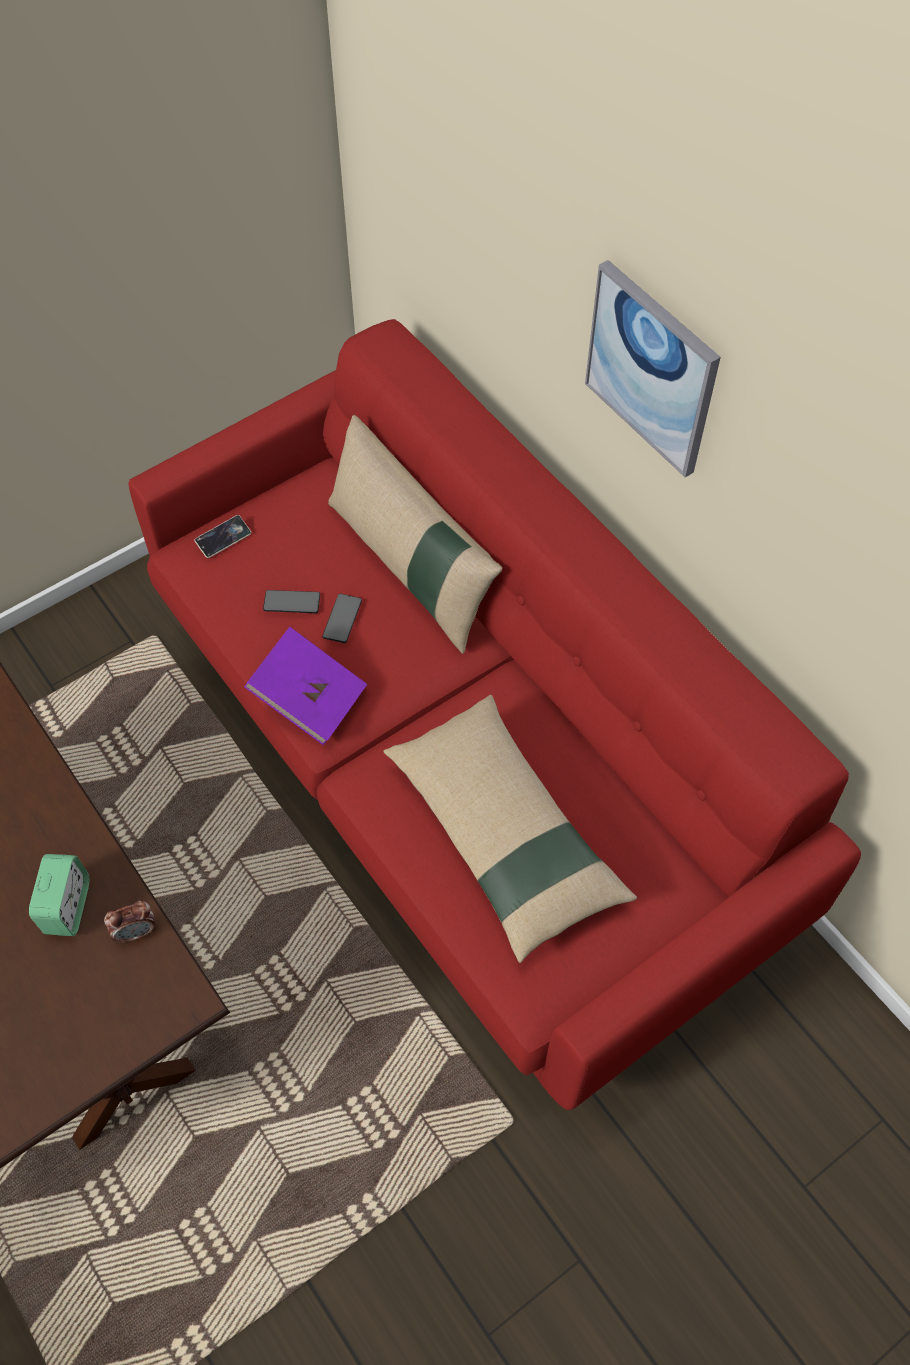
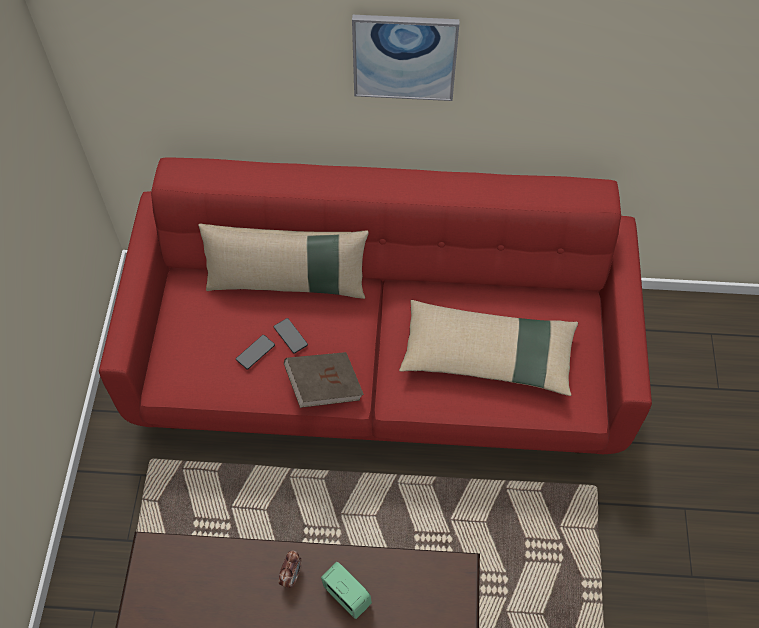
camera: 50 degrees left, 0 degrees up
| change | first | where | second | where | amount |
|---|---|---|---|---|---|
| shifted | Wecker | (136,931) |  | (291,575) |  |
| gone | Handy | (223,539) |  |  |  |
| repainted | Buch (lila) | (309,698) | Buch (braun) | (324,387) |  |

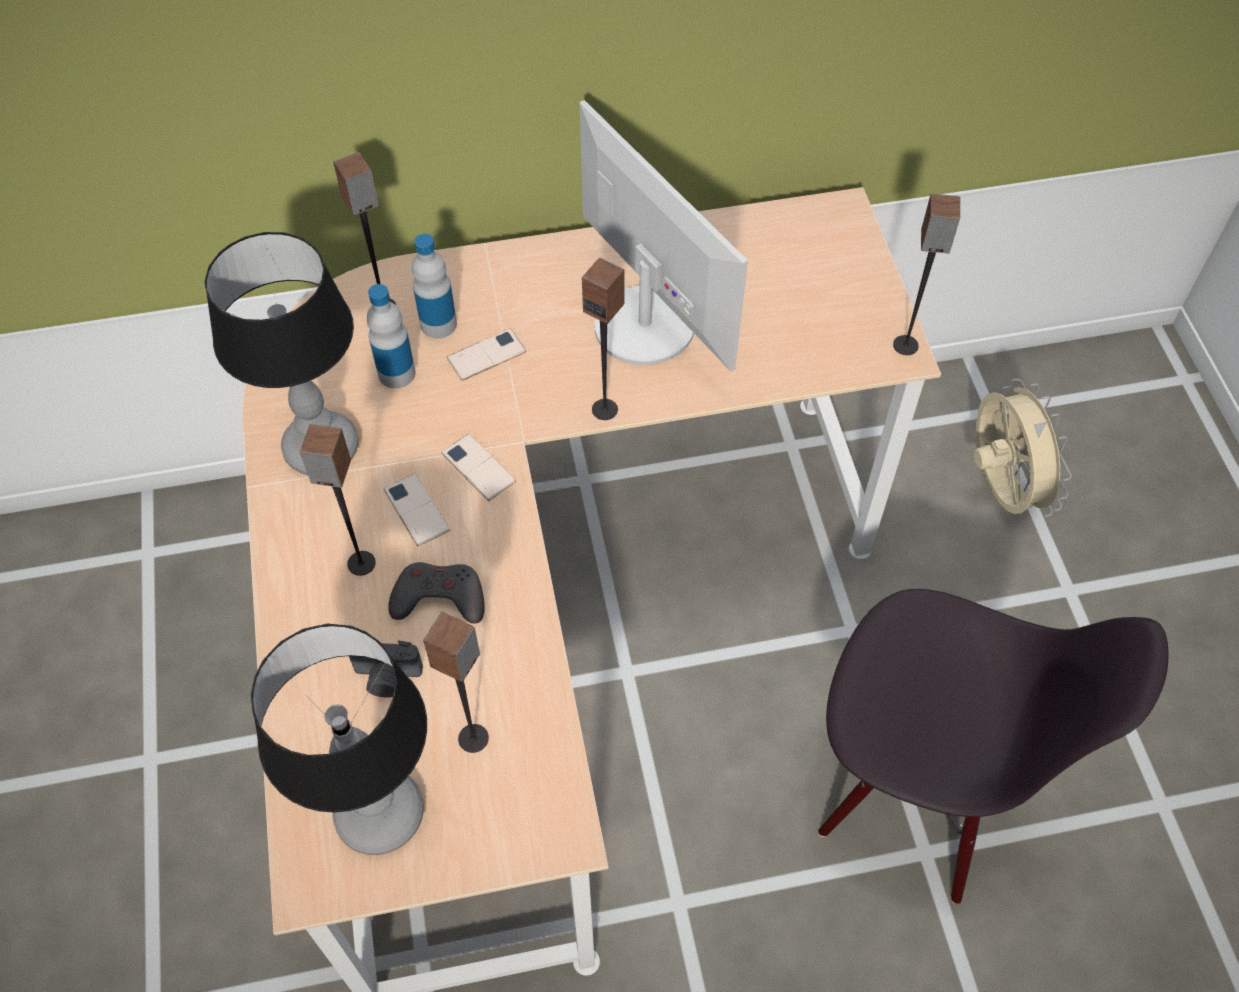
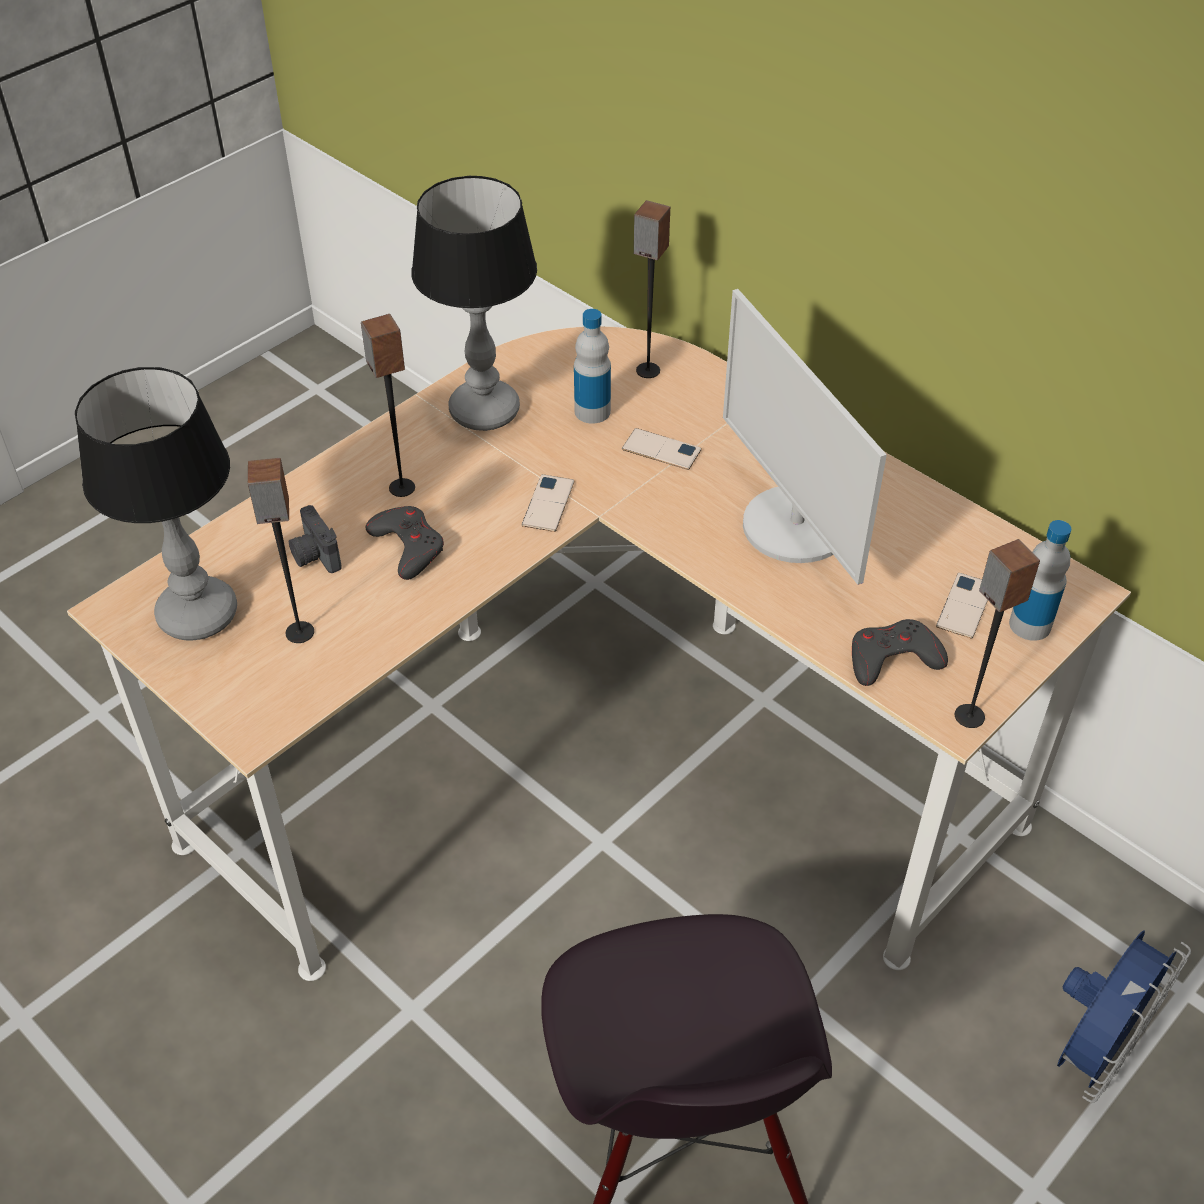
camera: 55 degrees right, 10 degrees down
| change | first | where | second | where | amount |
|---|---|---|---|---|---|
| shifted | Handy | (416,510) |  | (964,606) |  |
| shifted | Flasche | (438,324) |  | (1030,625) |  |
| rotated | Monitor | (646,325) |  | (795,526) | 135 degrees clockwise |
| gone | Lautsprecher | (605,409) |  |  |  |
| repainted | Ventilator (beige) | (998,488) | Ventilator (blau) | (1094,1049) |  |
| new |  |  | Gamepad (grau) | (892,658) |  |

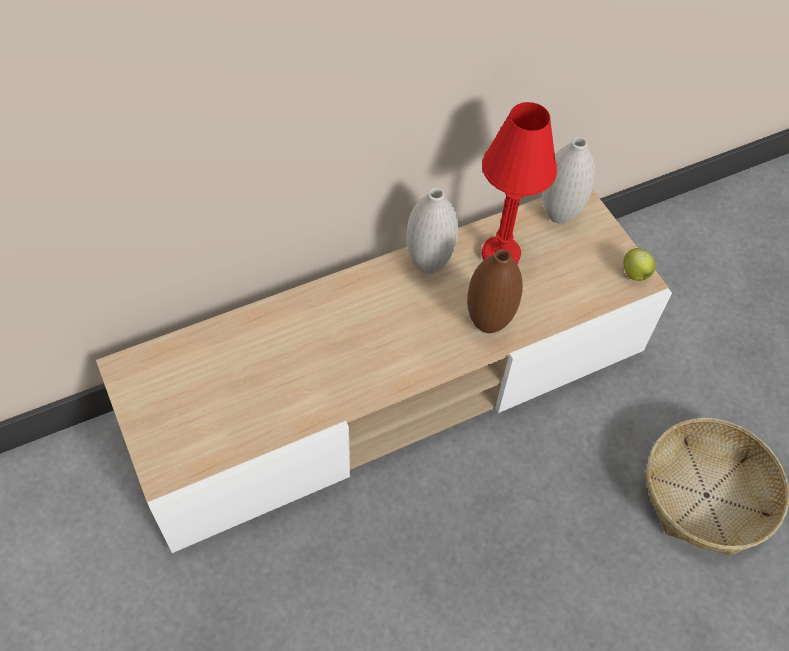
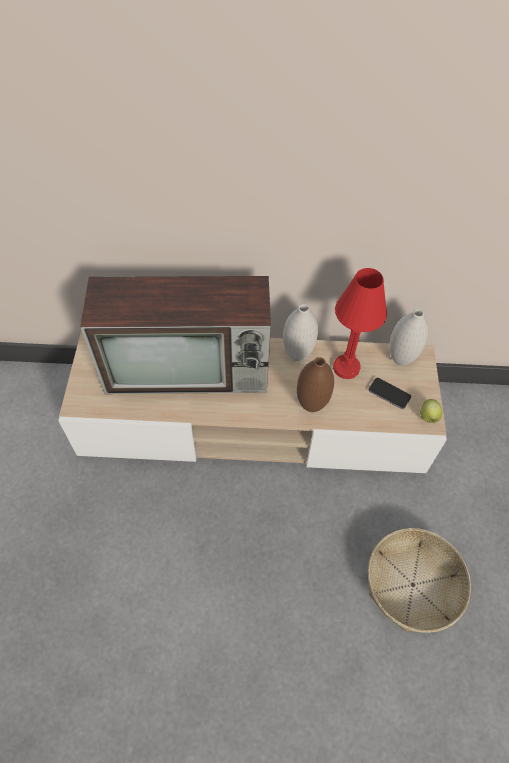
camera: 30 degrees right, 0 degrees up
| change | first | where | second | where | amount |
|---|---|---|---|---|---|
| new |  |  | Fernseher | (190,368) |  |
| new |  |  | Handy | (389,394) |  |

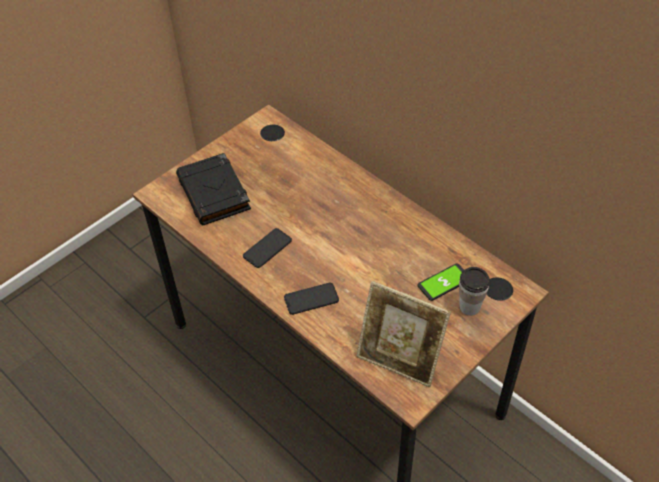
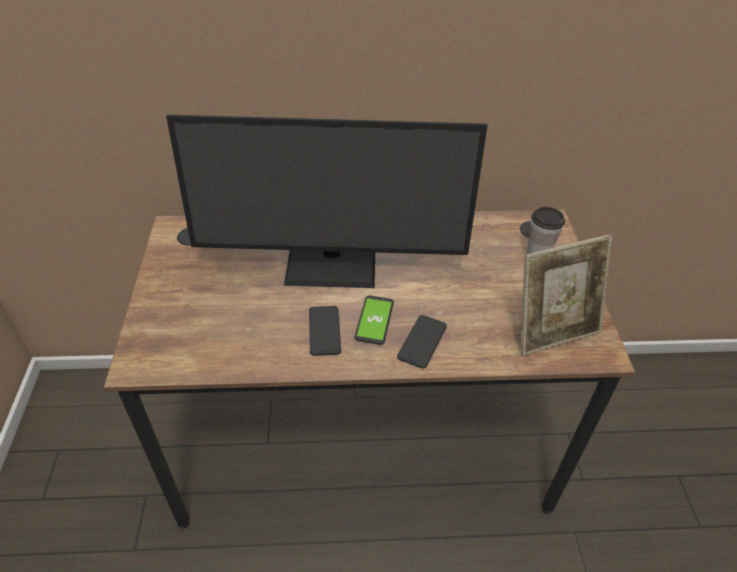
camera: 50 degrees left, 5 degrees down
| change | first | where | second | where | amount |
|---|---|---|---|---|---|
| gone | Buch (schwarz) | (214,194) |  |  |  |
| shifted | Handy | (444,282) |  | (374,320) |  |
| new |  |  | Monitor | (331,258) |  |

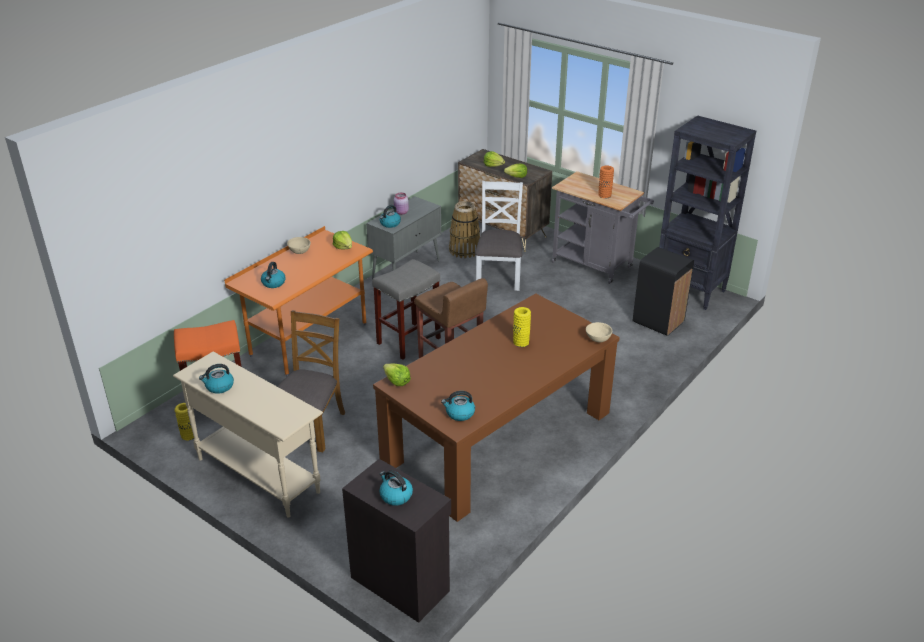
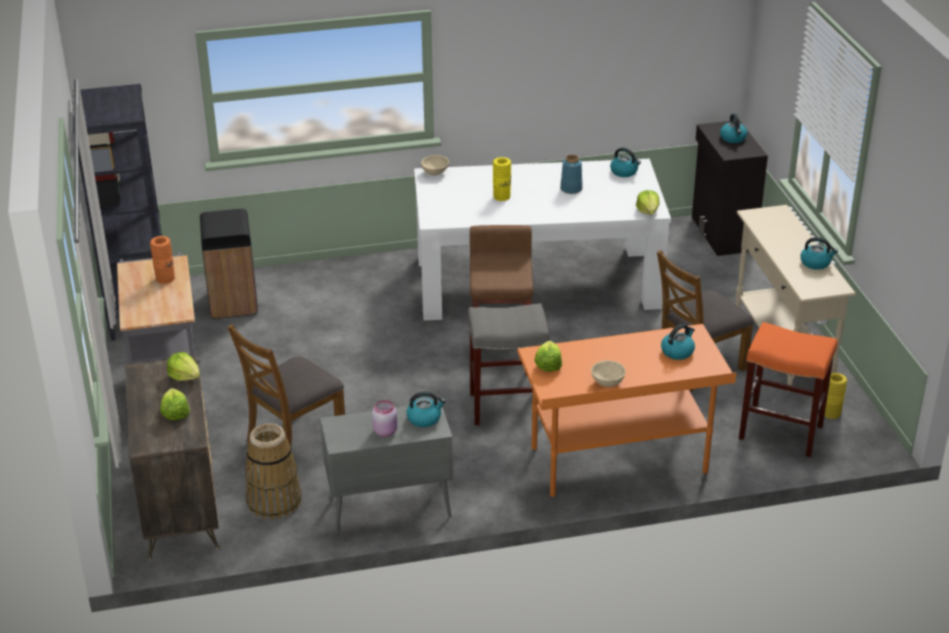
camera: 140 degrees left, 0 degrees up
| change | first | where | second | where | amount |
|---|---|---|---|---|---|
| repainted | Esstisch (braun) | (498,437) | Esstisch (weiß) | (537,282) |  |
| repainted | Stuhl (weiß) | (499,276) | Stuhl (braun) | (294,438) |  |
| new |  |  | Vase (blau) | (571,189) |  |

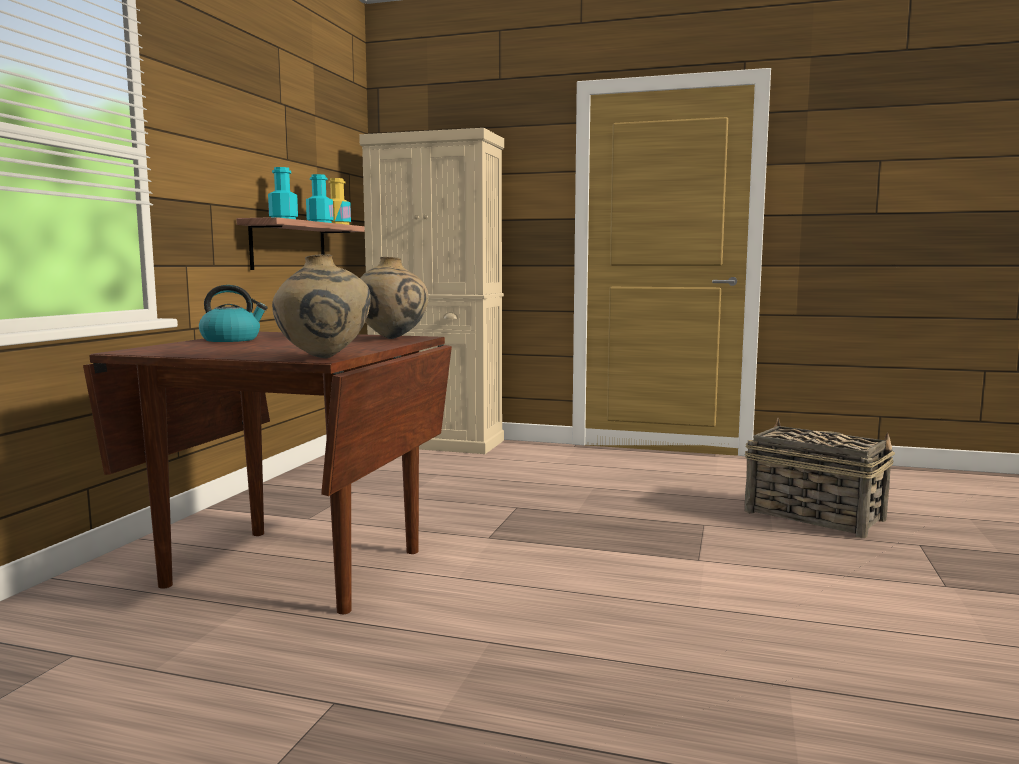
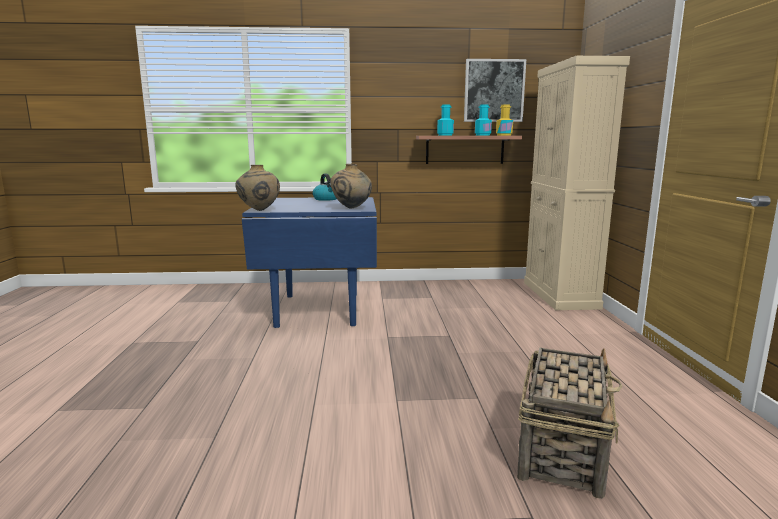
camera: 70 degrees right, 5 degrees up
| change | first | where | second | where | amount |
|---|---|---|---|---|---|
| repainted | Esstisch (braun) | (297,567) | Esstisch (blau) | (319,309) |  |
| new |  |  | Bild | (494,91) |  |

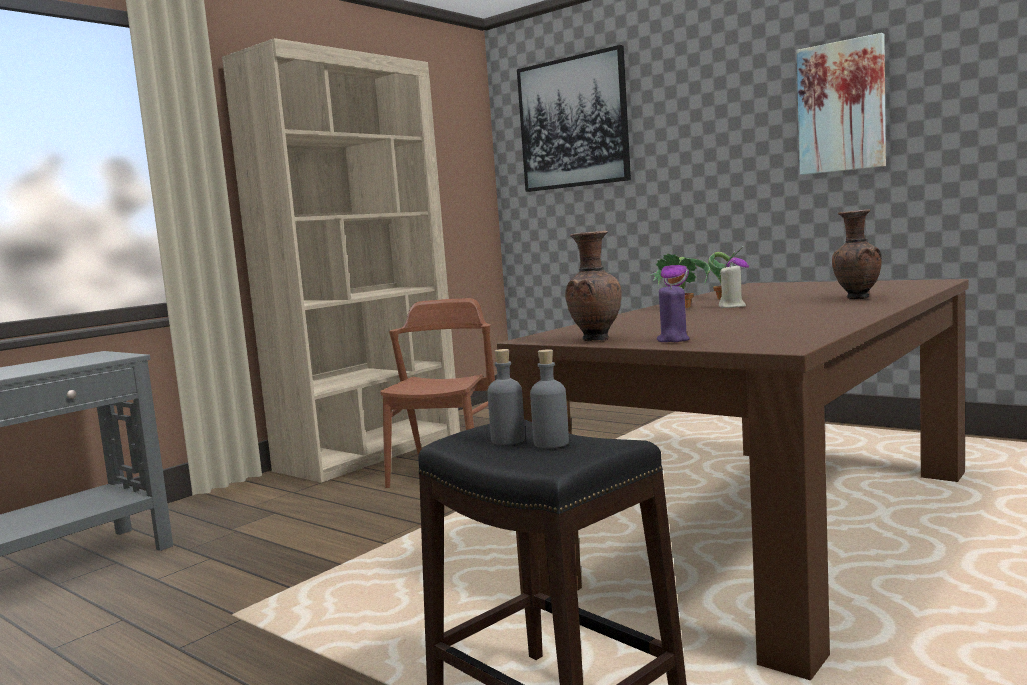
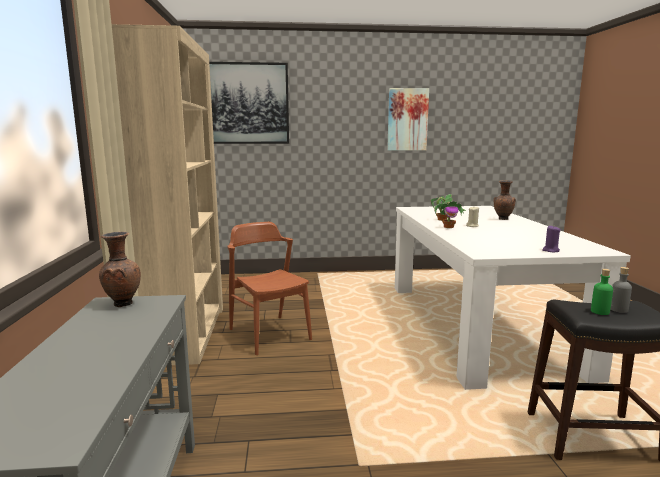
camera: 45 degrees left, 5 degrees up
| change | first | where | second | where | amount |
|---|---|---|---|---|---|
| repainted | Flasche (grau) | (508,440) | Flasche (grün) | (600,312) |  |
| repainted | Esstisch (braun) | (773,527) | Esstisch (weiß) | (476,325) |  |
| shifted | Vase (braun) | (595,339) |  | (122,304) |  |

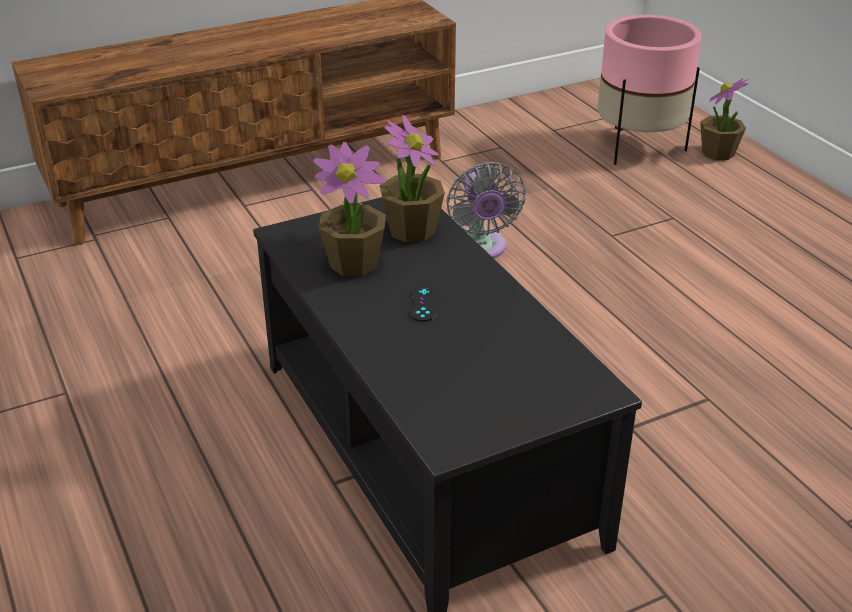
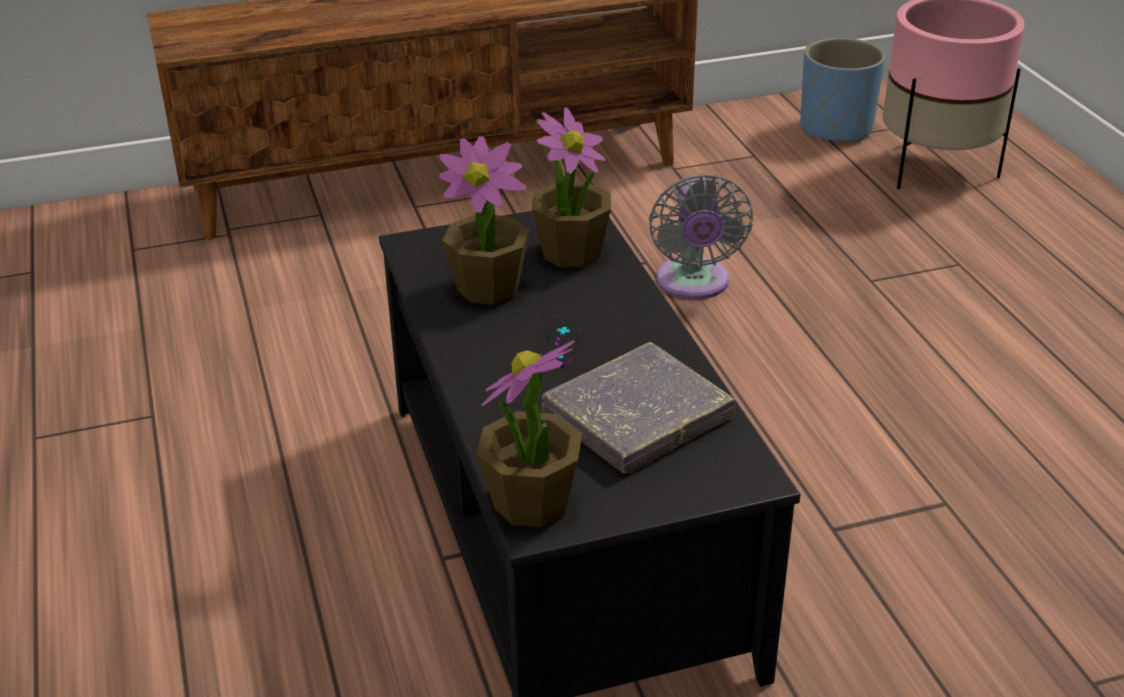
camera: 10 degrees right, 0 degrees up
| change | first | where | second | where | amount |
|---|---|---|---|---|---|
| shifted | Topfpflanze | (718,153) |  | (531,502) |  |
| new |  |  | Buch (grau) | (637,416) |  |
| new |  |  | Pflanzkübel (blau) | (836,129) |  |

